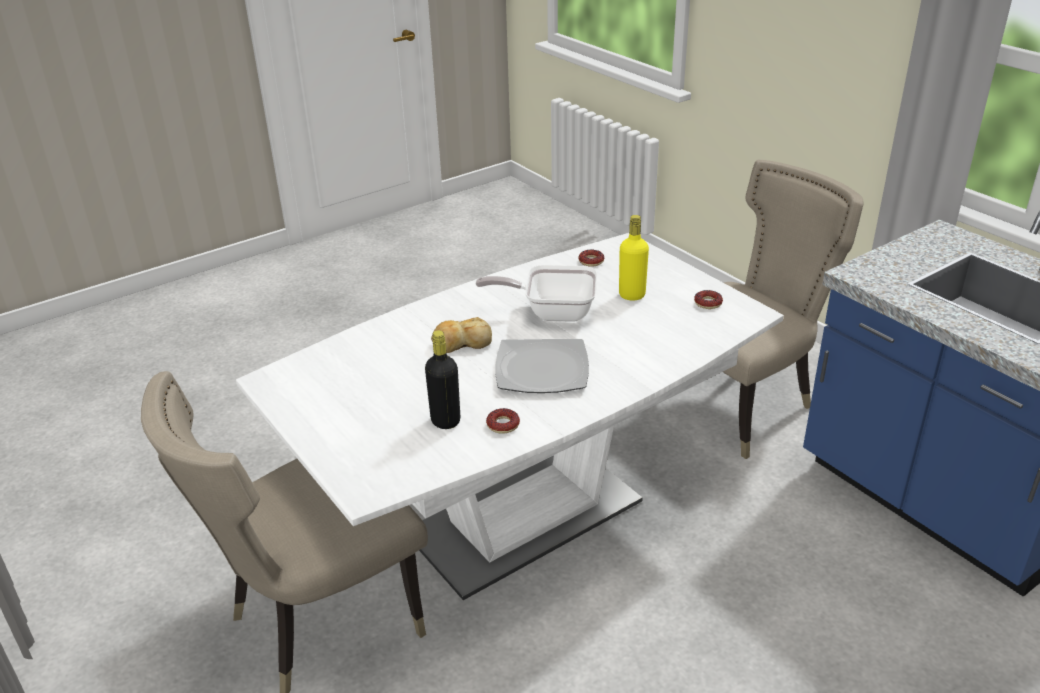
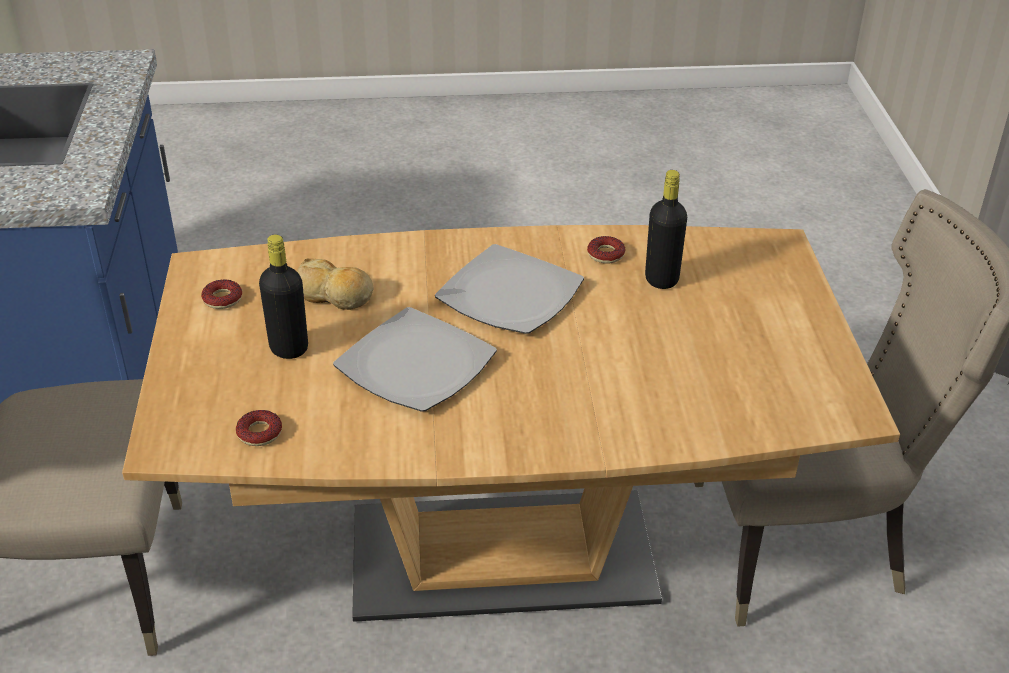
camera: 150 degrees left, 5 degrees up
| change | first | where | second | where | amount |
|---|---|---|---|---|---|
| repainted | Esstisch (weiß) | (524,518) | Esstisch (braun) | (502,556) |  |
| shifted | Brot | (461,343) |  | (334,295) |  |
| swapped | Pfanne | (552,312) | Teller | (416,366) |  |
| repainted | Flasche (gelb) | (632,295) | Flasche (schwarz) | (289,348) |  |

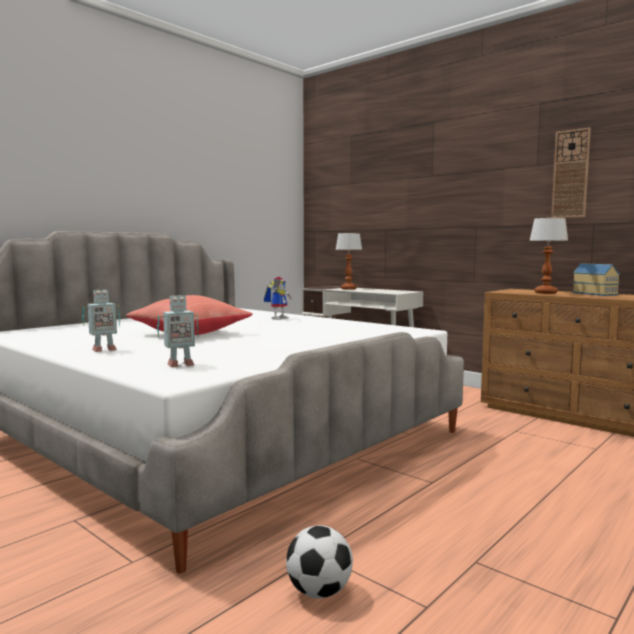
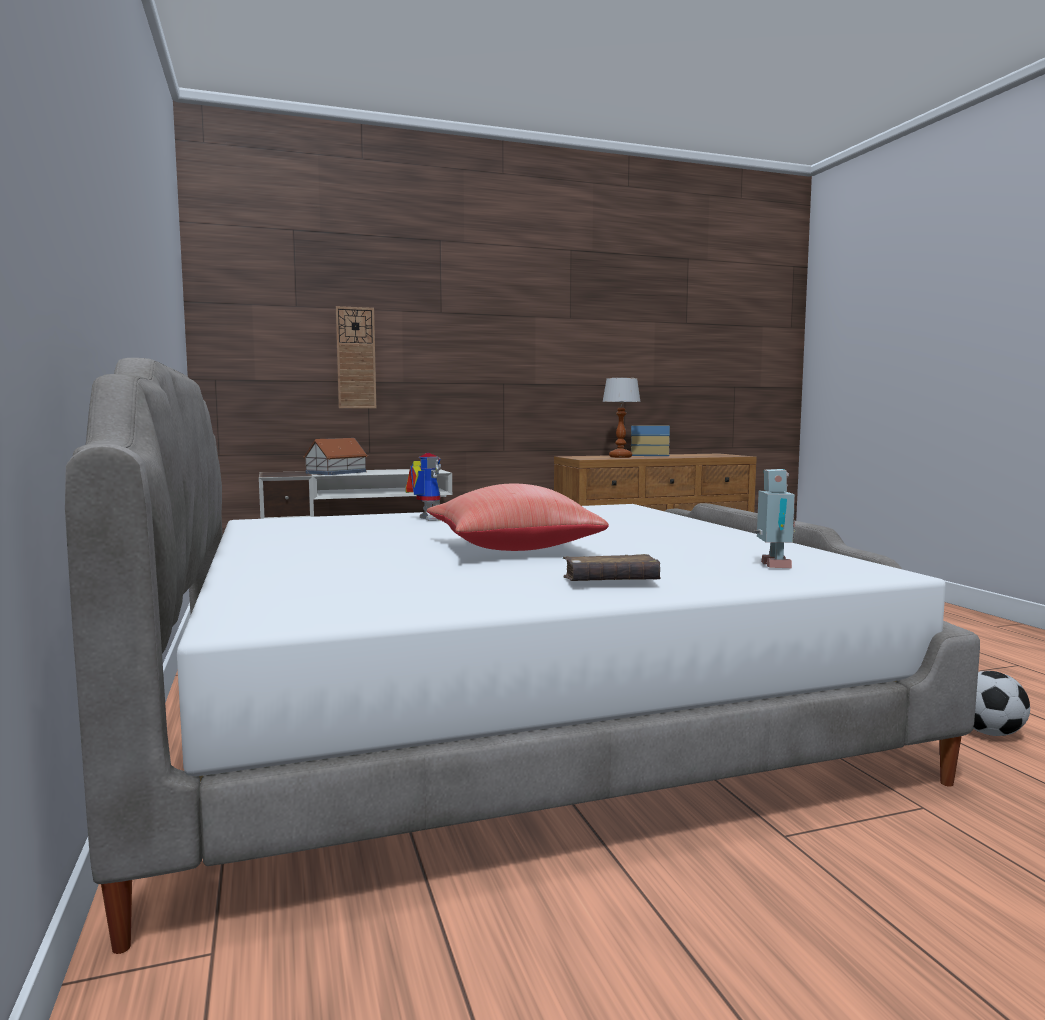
camera: 60 degrees left, 0 degrees up
| change | first | where | second | where | amount |
|---|---|---|---|---|---|
| swapped | Spielzeugroboter | (103,350) | Buch (braun) | (610,582) |  |
| swapped | Tischlampe | (348,289) | Spielzeughaus | (335,472) |  |
| shifted | Wanduhr | (570,174) |  | (356,358) |  |

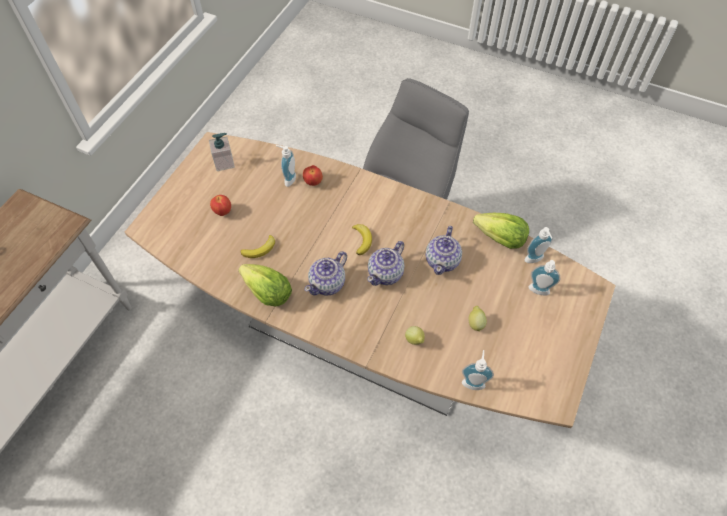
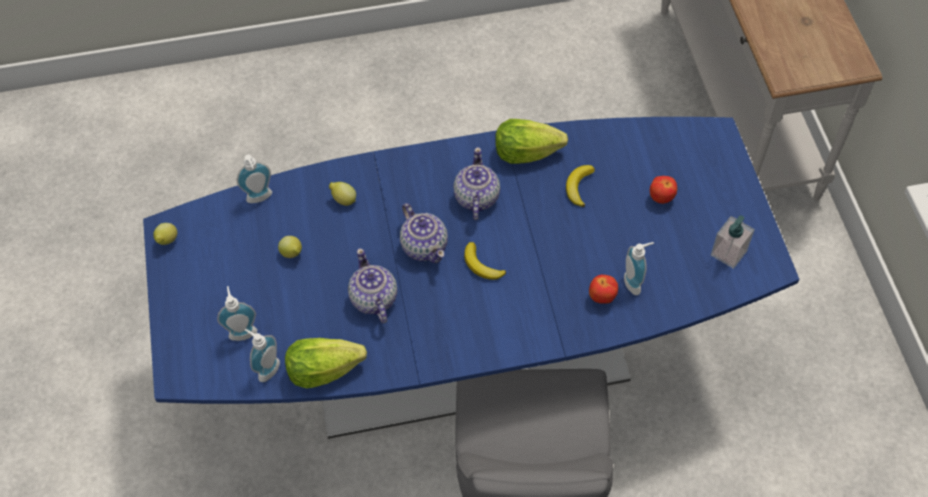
camera: 145 degrees right, 0 degrees up
| change | first | where | second | where | amount |
|---|---|---|---|---|---|
| repainted | Esstisch (braun) | (364,333) | Esstisch (blau) | (466,355) |  |
| rotated | Teekanne | (386,273) |  | (424,246) | 150 degrees clockwise |
| new |  |  | Zitrone | (167,241) |  |

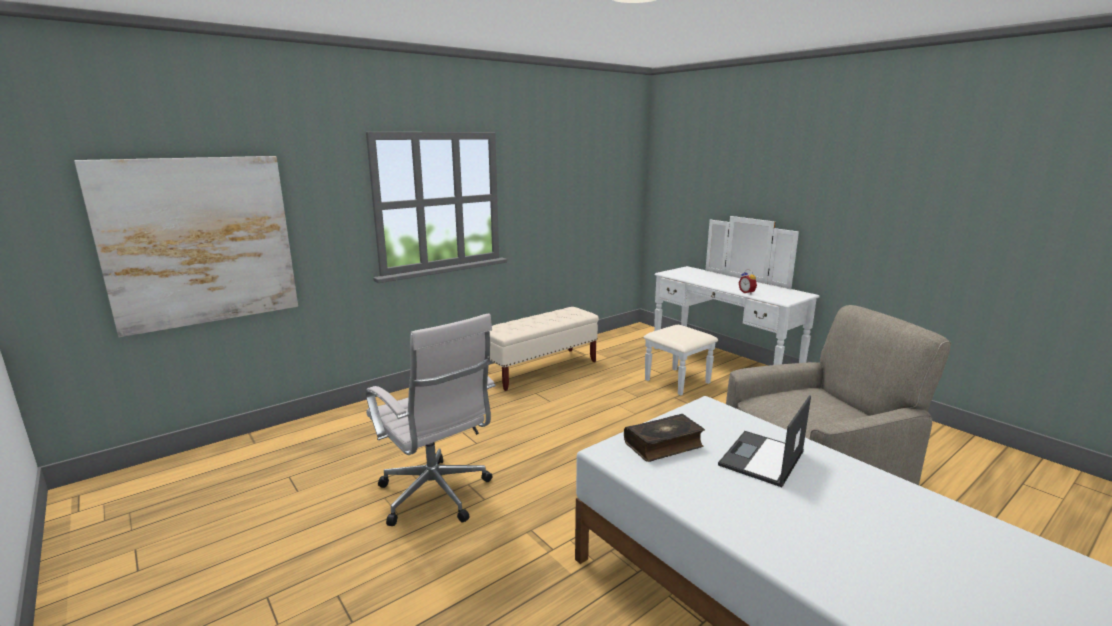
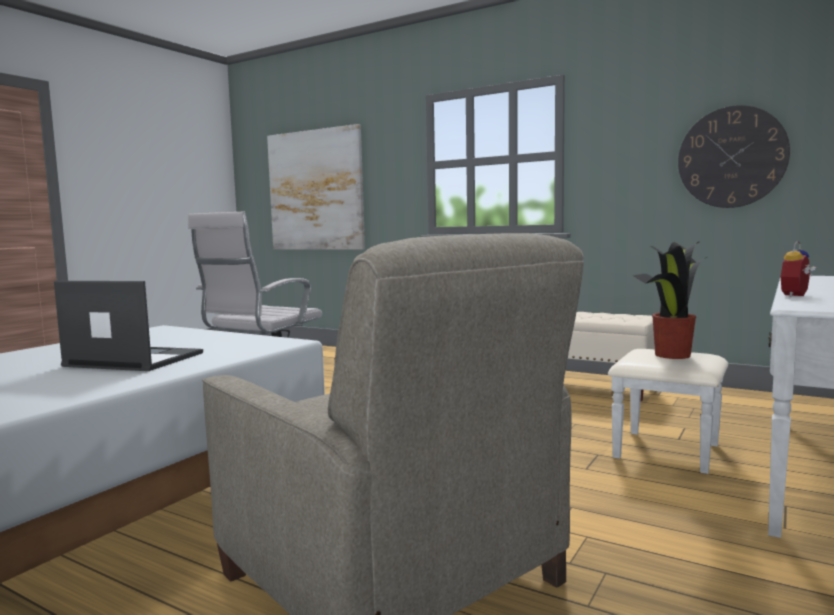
camera: 70 degrees right, 10 degrees down
| change | first | where | second | where | amount |
|---|---|---|---|---|---|
| gone | Buch | (664,445) |  |  |  |
| new |  |  | Topfpflanze | (671,355) |  |
| new |  |  | Wanduhr | (732,157) |  |

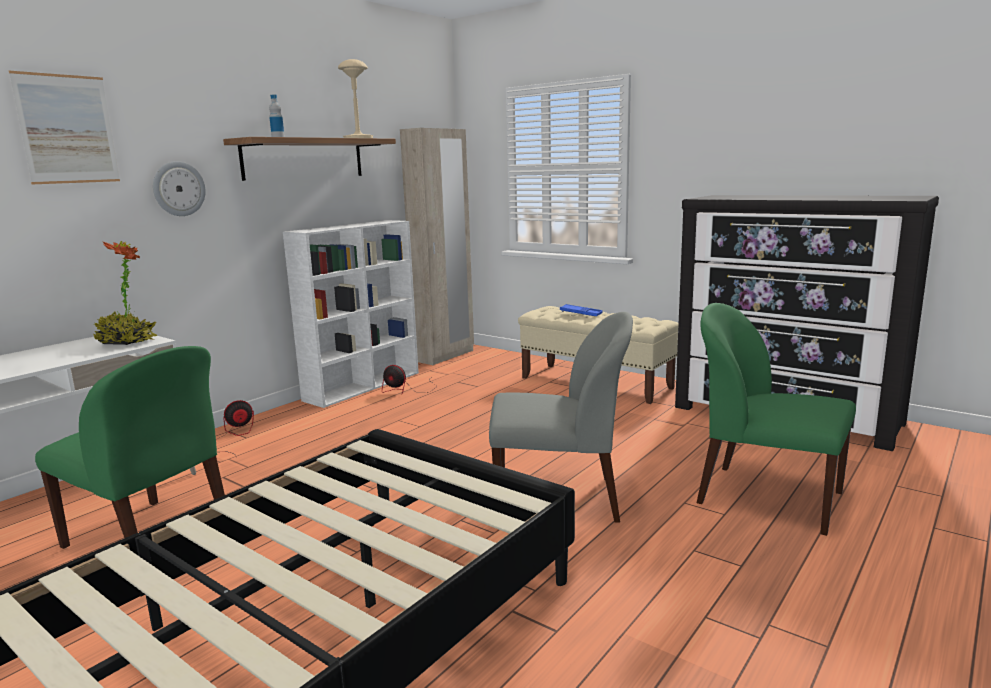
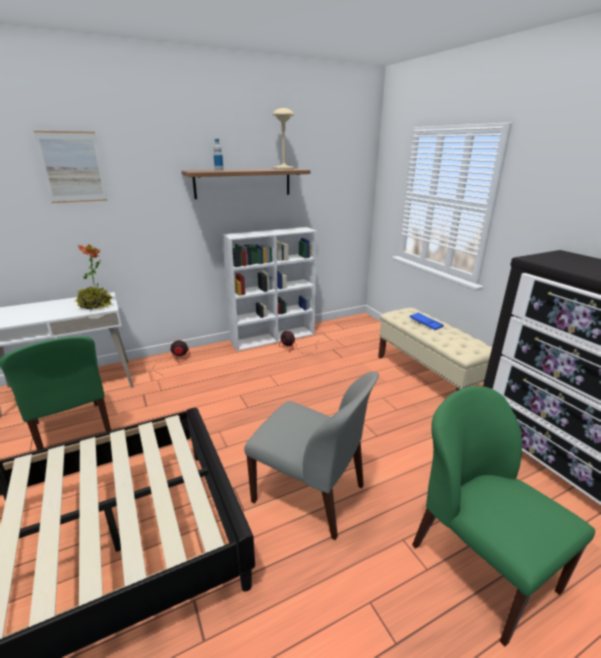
camera: 25 degrees right, 10 degrees up
| change | first | where | second | where | amount |
|---|---|---|---|---|---|
| gone | Wanduhr | (178,189) |  |  |  |
| gone | Kleiderschrank (beige) | (445,356) |  |  |  |

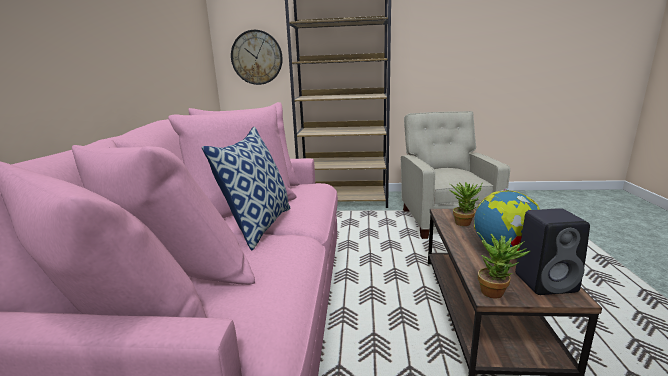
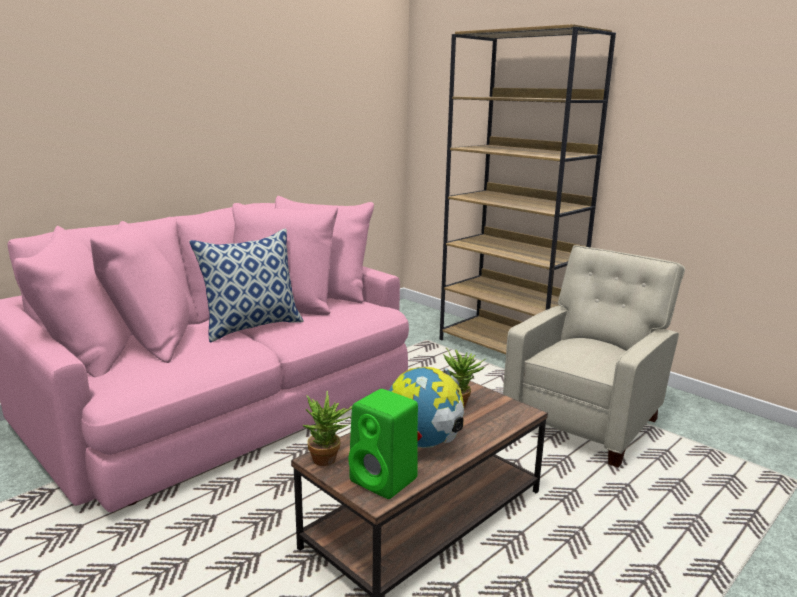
camera: 40 degrees right, 0 degrees up
| change | first | where | second | where | amount |
|---|---|---|---|---|---|
| gone | Wanduhr | (257,57) |  |  |  |
| repainted | Lautsprecher (schwarz) | (547,282) | Lautsprecher (grün) | (385,480) |  |

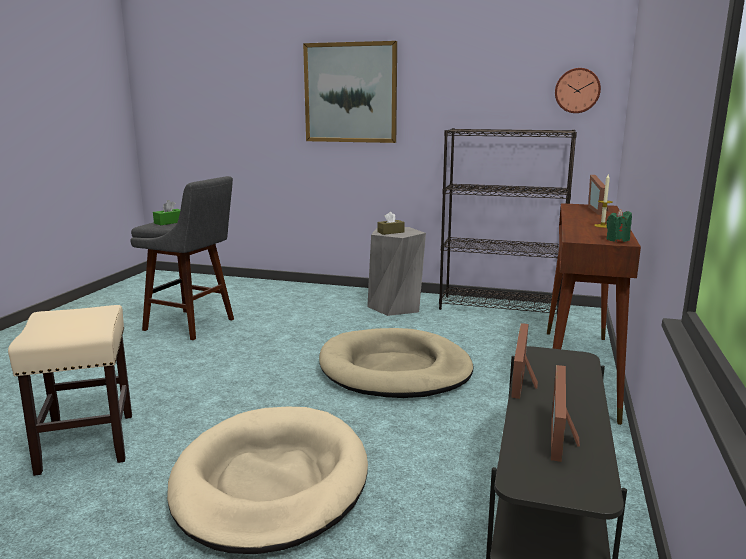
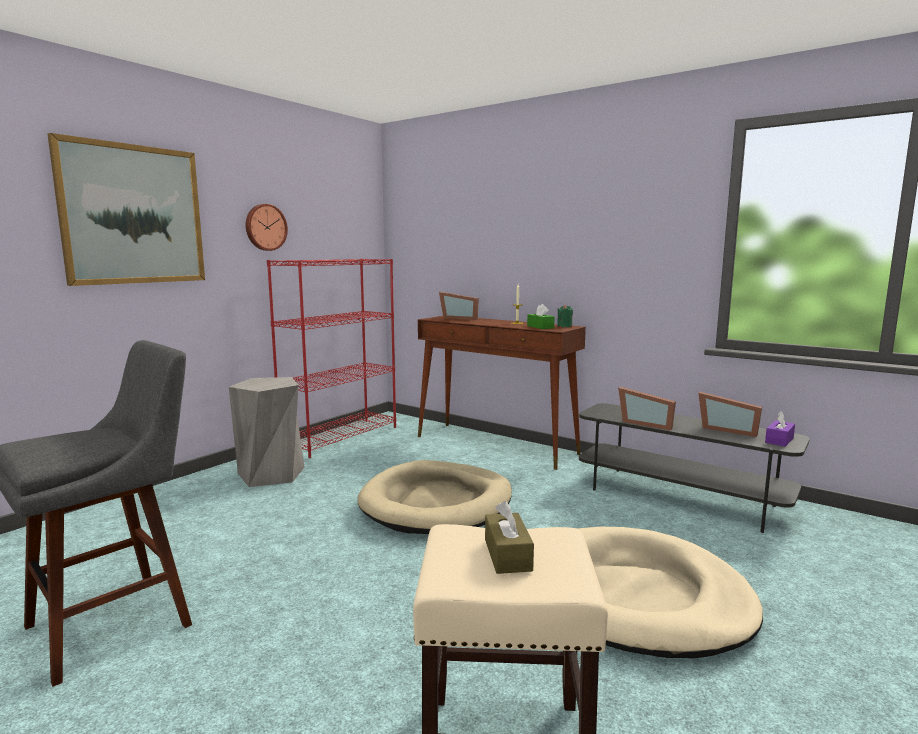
camera: 70 degrees left, 5 degrees down
| change | first | where | second | where | amount |
|---|---|---|---|---|---|
| shifted | Taschentuchbox (grün) | (169,222) |  | (540,327) |  |
| shifted | Taschentuchbox (braun) | (390,232) |  | (507,555) |  |
| repainted | Bücherregal (schwarz) | (500,307) | Bücherregal (rot) | (341,437) |  |
| shifted | Wanduhr | (577,90) |  | (265,227) |  |
| new |  |  | Taschentuchbox (lila) | (779,440) |  |

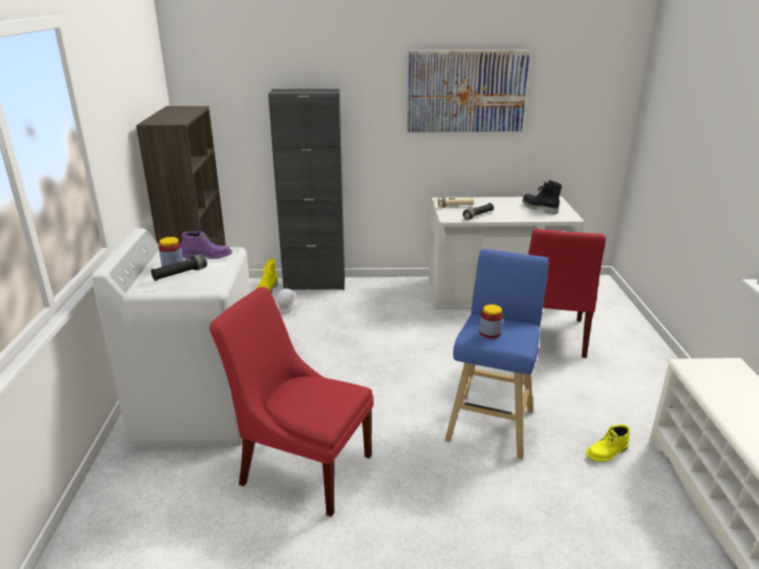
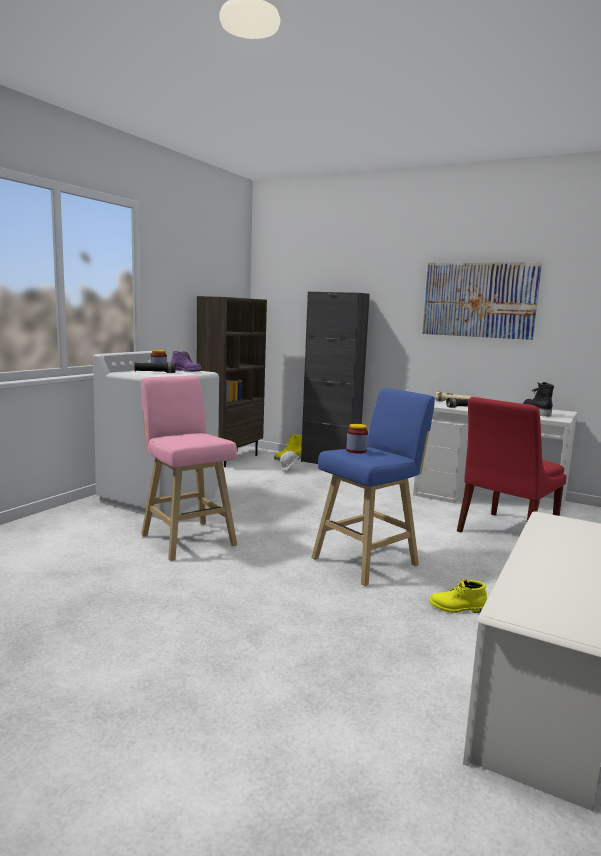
camera: 30 degrees right, 15 degrees down
| change | first | where | second | where | amount |
|---|---|---|---|---|---|
| swapped | Stuhl (rot) | (302,466) | Hocker (rosa) | (186,539) |  |

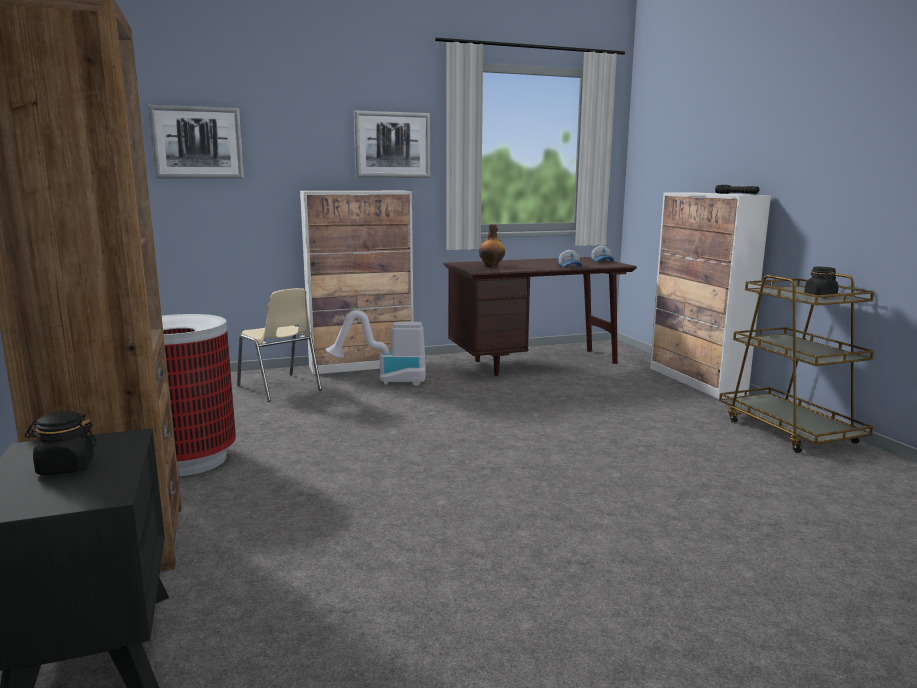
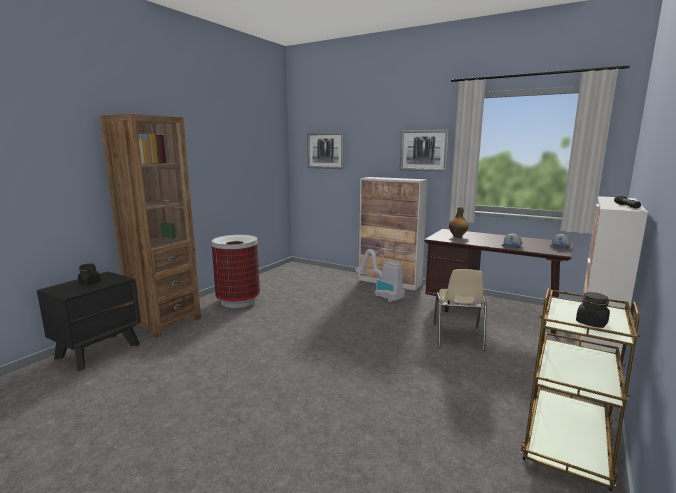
camera: 50 degrees right, 0 degrees up
| change | first | where | second | where | amount |
|---|---|---|---|---|---|
| shifted | Stuhl (beige) | (280,388) |  | (457,337) |  |

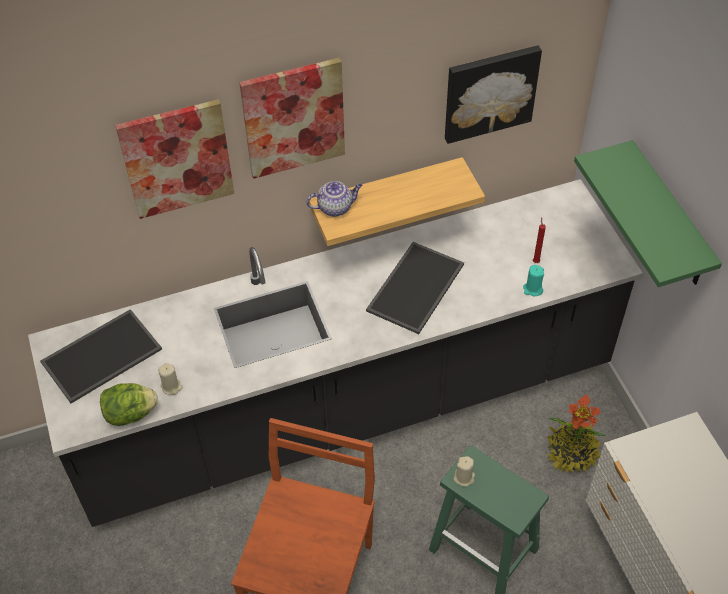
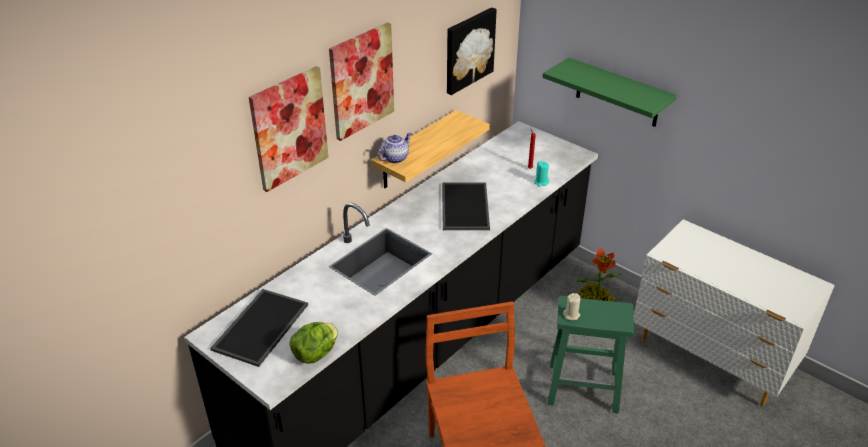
camera: 30 degrees left, 15 degrees down
| change | first | where | second | where | amount |
|---|---|---|---|---|---|
| gone | Kerze (beige) | (171,386) |  |  |  |

